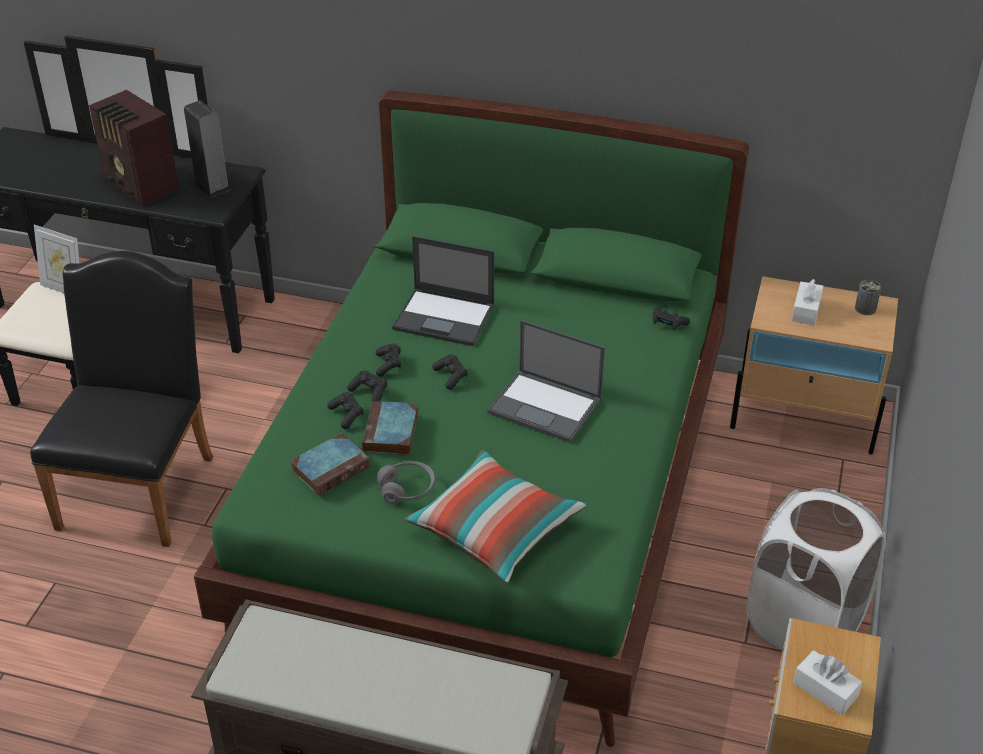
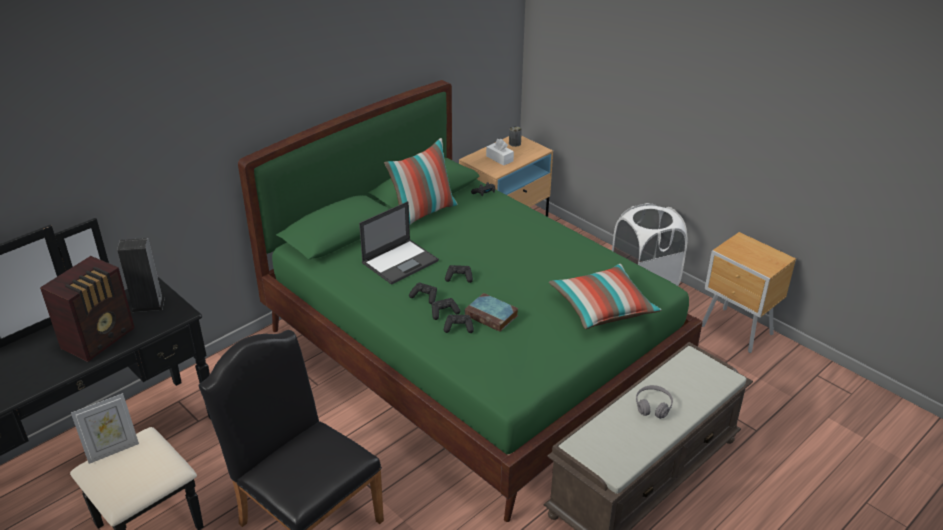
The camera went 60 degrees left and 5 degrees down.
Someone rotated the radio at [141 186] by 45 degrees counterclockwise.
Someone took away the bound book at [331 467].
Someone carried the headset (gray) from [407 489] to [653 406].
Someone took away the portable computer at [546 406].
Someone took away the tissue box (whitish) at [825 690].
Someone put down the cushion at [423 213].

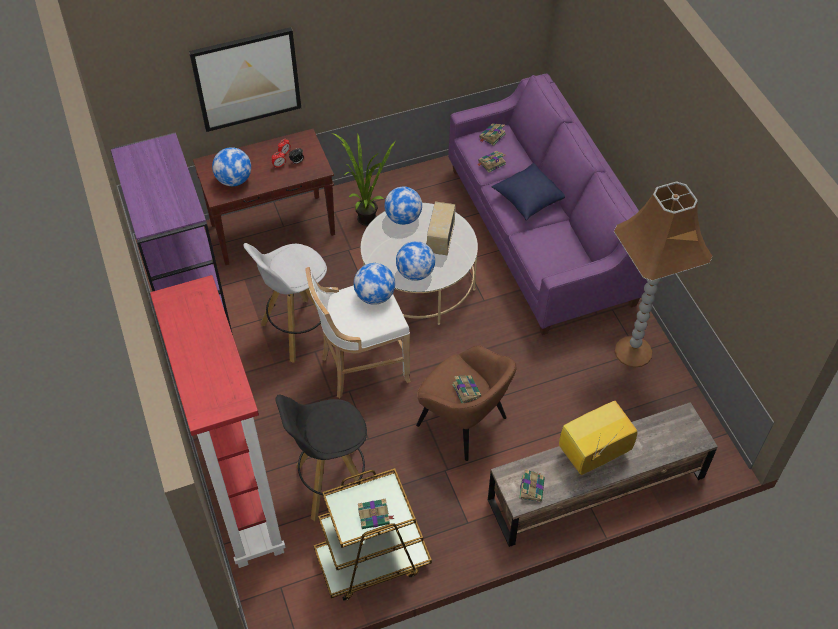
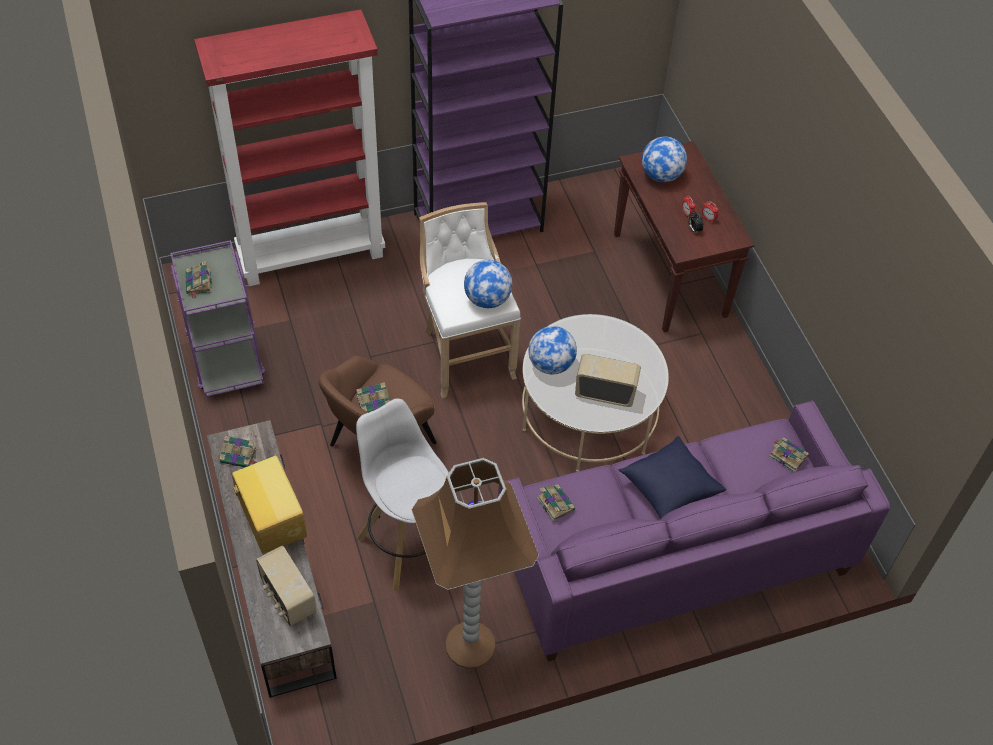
The camera went 90 degrees right and 0 degrees up.
Someone took away the wall picture at [247 79].
Someone carried the stool (whitish) from [298 330] to [407 543].
Someone took away the stool (black-coloured) at [331 484].
Someone repainted the cart (brown-coloured) at [372 561], which became the cart (purple-coloured) at [225 355].
Someone took away the houseplant at [364 216].
Someone took away the globe at [403 218].
Someone carried the bound book from [491 163] to [555 503].
Someone put down the radio at [287 597].

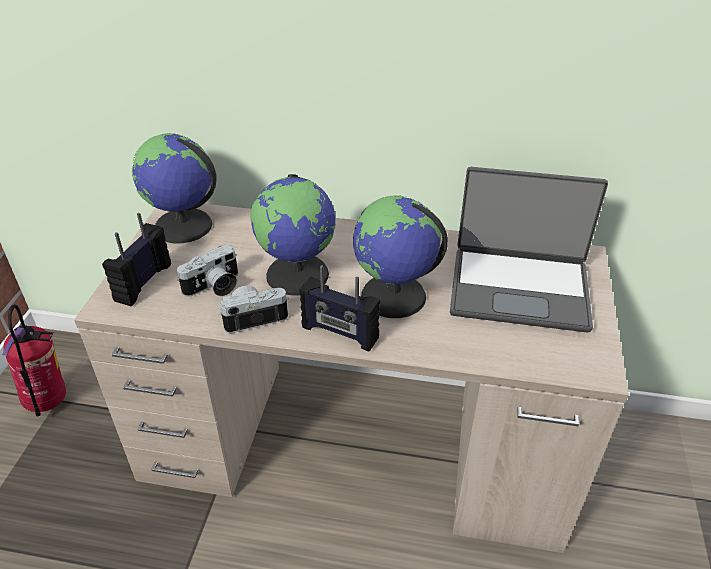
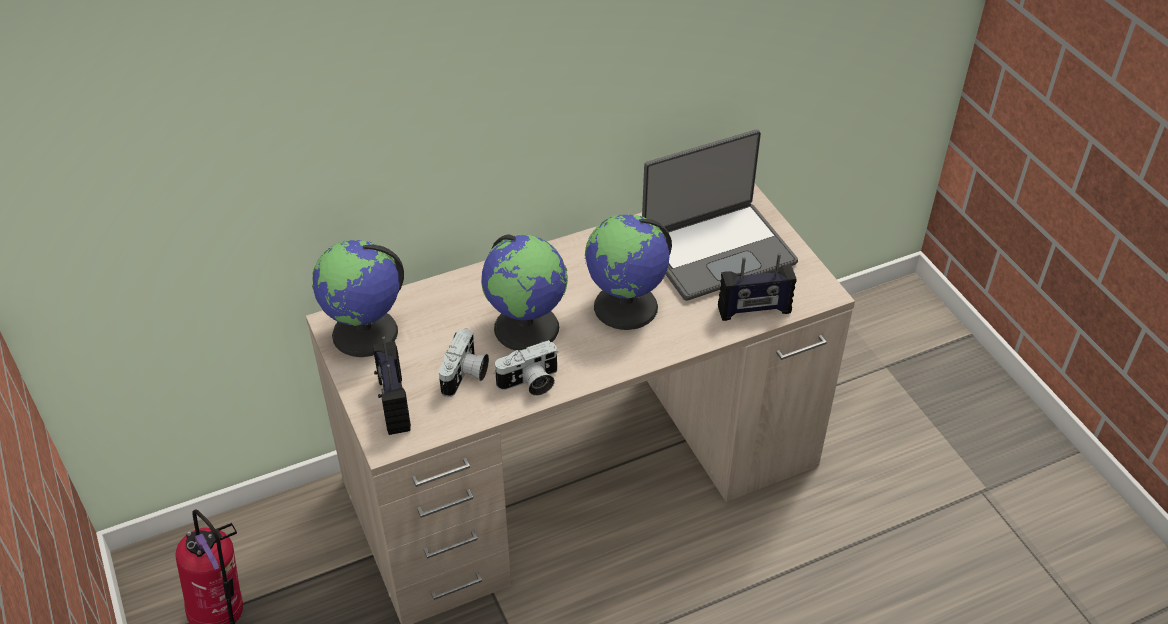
The camera went 35 degrees left and 5 degrees up.
Someone rotated the still camera at [254 316] by 150 degrees counterclockwise.
Someone carried the radio from [339 333] to [754 310].

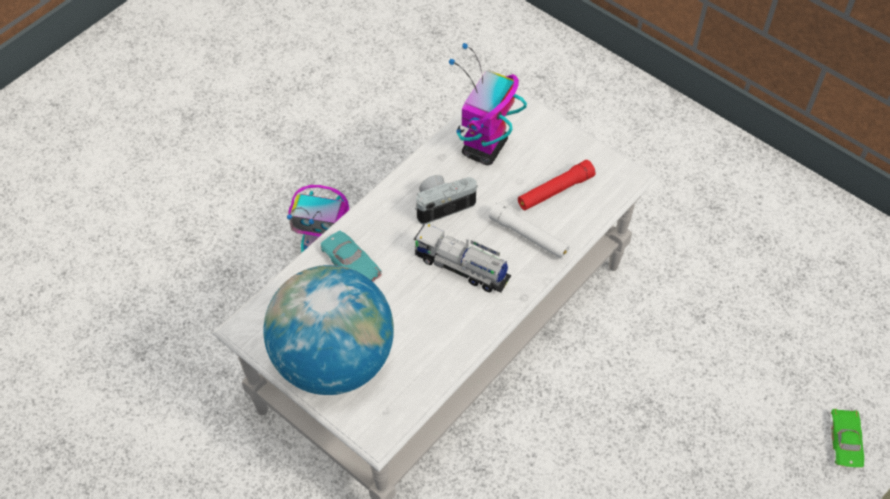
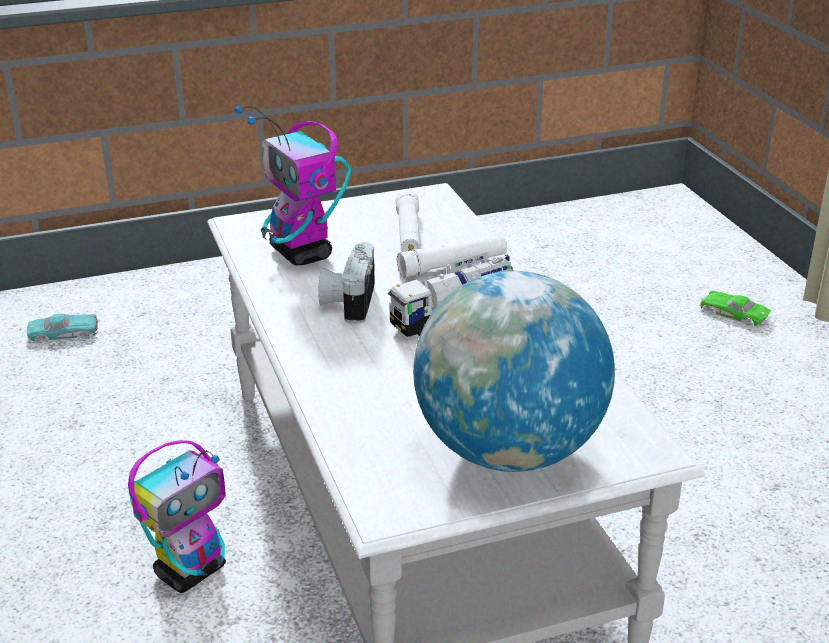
The camera went 60 degrees left and 25 degrees down.
Someone carried the miniature car (turquoise-coloured) from [351 262] to [63 332].
Someone repainted the hand torch (red) at [555 191], which became the hand torch (whitish) at [408 233].

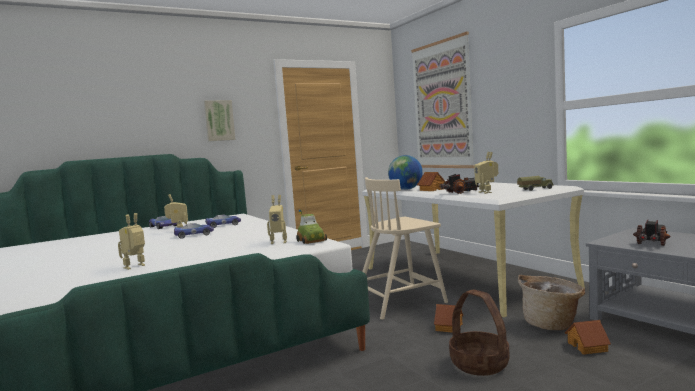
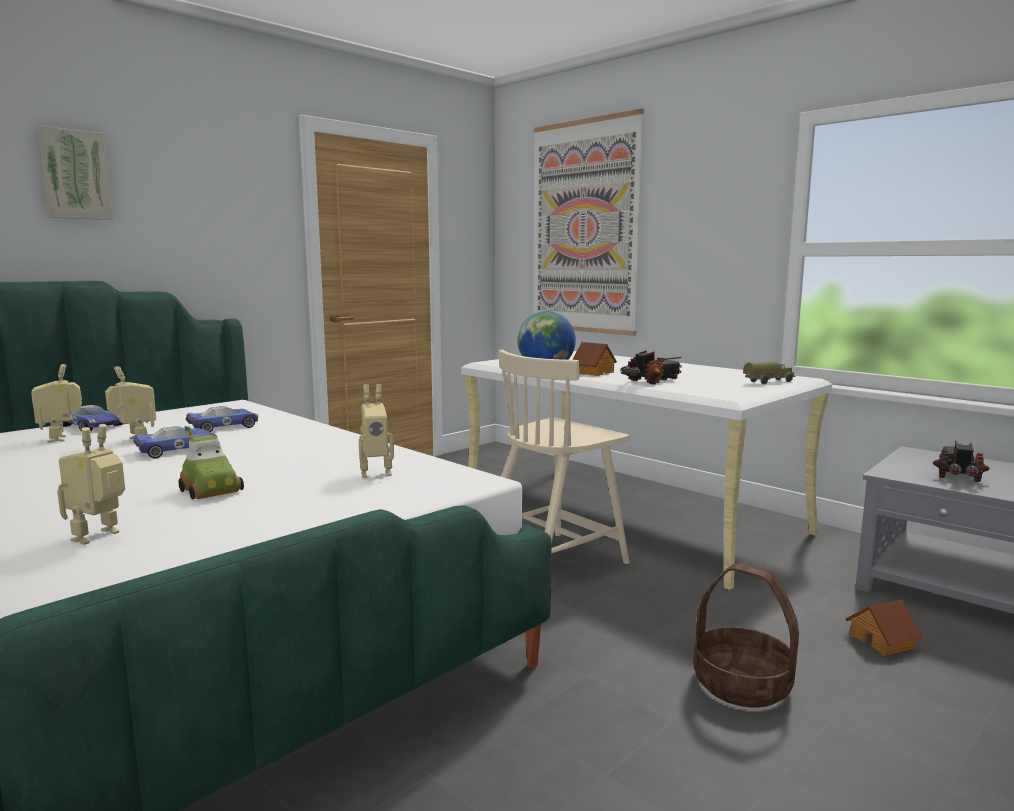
The camera went 15 degrees left and 5 degrees up.
Someone carried the wall picture from [219 120] to [75 175].
Someone carried the miniature car from [312 241] to [213 490].
Someone took away the miniature house at [449 327].
Someone carried the toy robot from [487 192] to [62 439].
Someone took away the basket at [551 324].

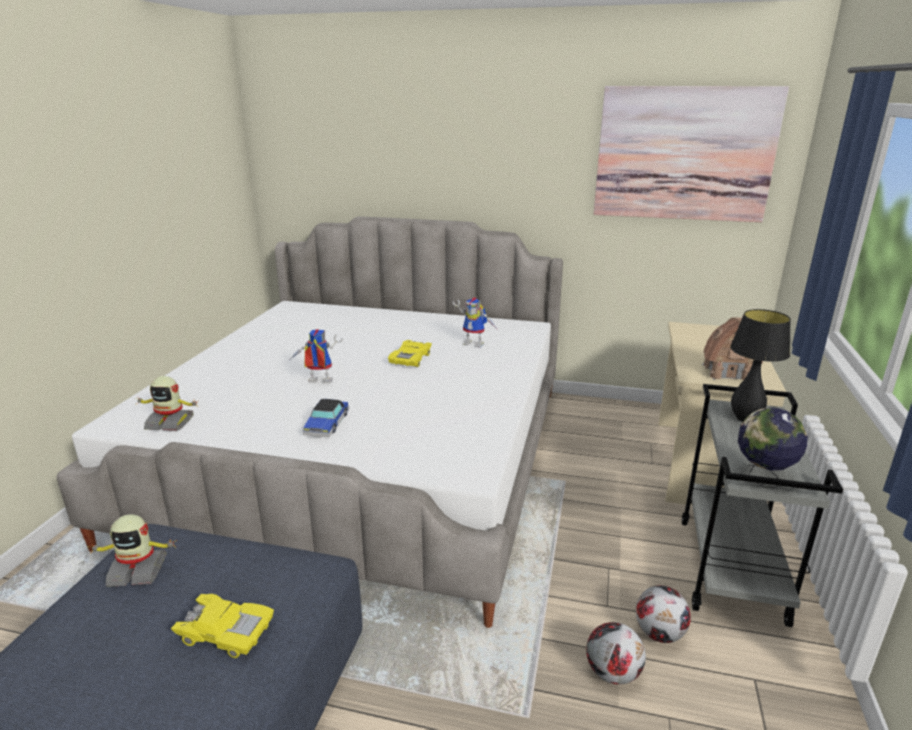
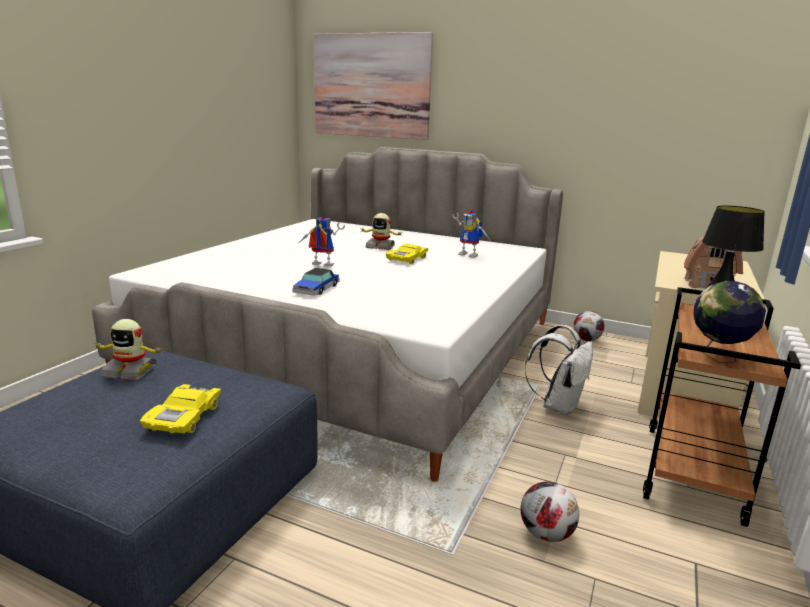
The camera went 10 degrees right and 5 degrees down.
Someone carried the toy robot from [170 422] to [380 247].
Someone rotated the miniature car (yellowish) at [226 632] by 75 degrees clockwise.
Someone carried the wall picture from [684 154] to [371 86].
Someone carried the ball for football from [660 633] to [587 340].
Someone repainted the cart (gray) at [732 570], which became the cart (brown-coloured) at [693 473].
Someone put down the backpack (whitish) at [558 406].

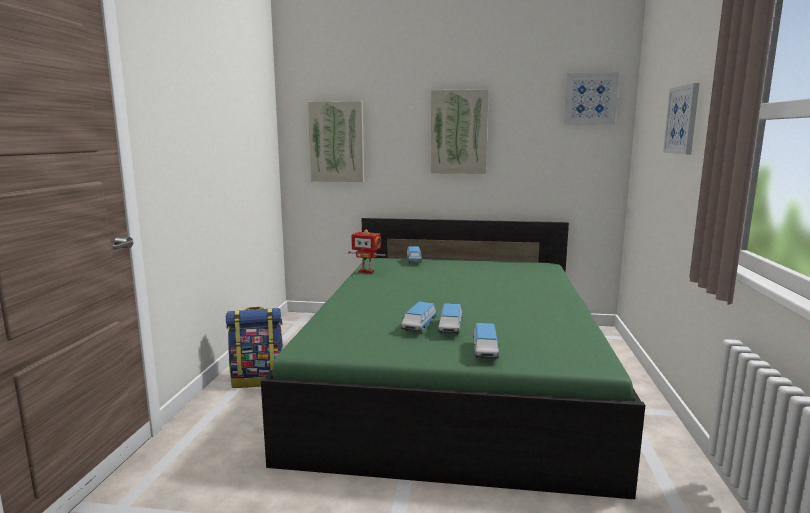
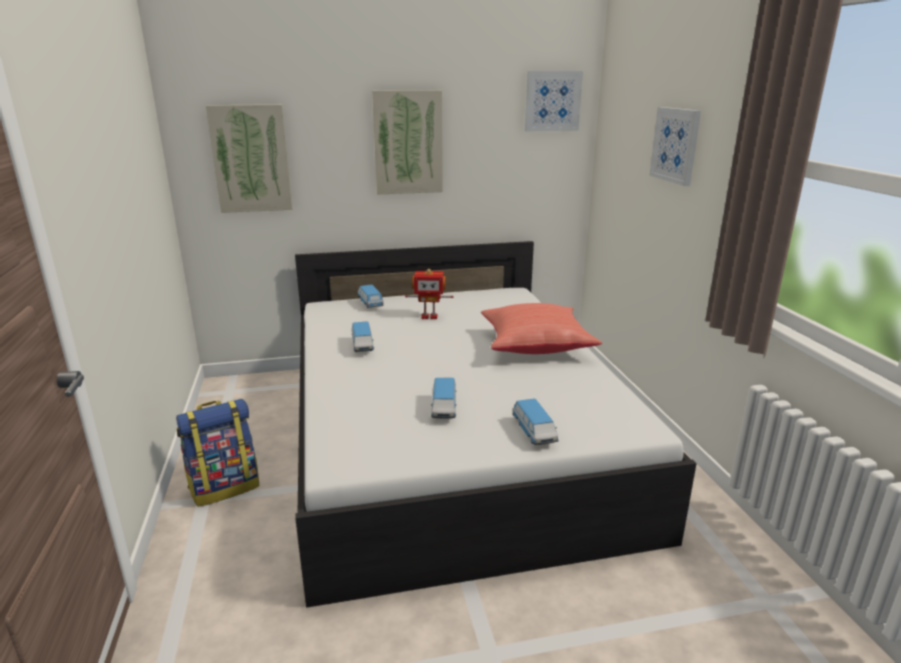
The camera went 20 degrees left and 10 degrees up.
Someone repainted the bedroom bed (green) at [453 377], which became the bedroom bed (whitish) at [450 438].
Someone carried the toy robot from [366 271] to [429 316].
Someone carried the miniature car from [450 329] to [362 346].
Someone put down the cushion (red) at [535 346].

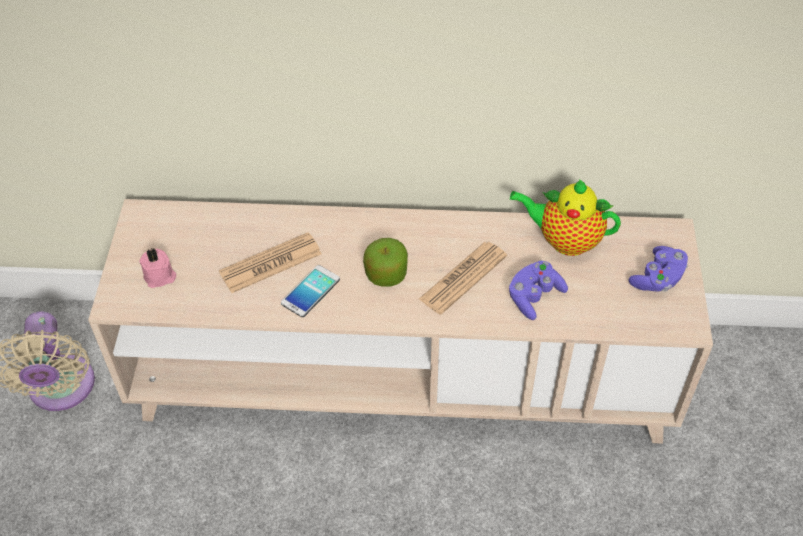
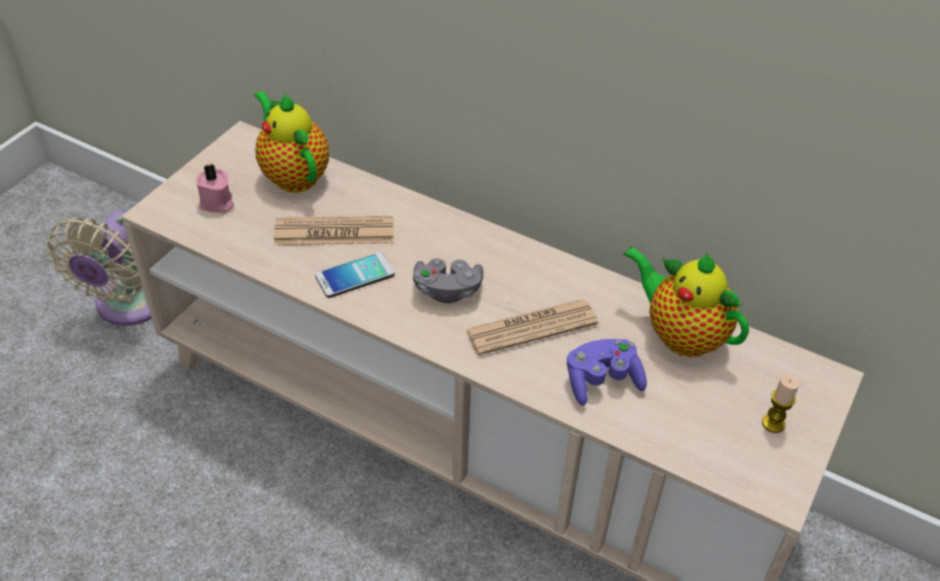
The camera went 25 degrees right and 5 degrees down.
Someone swapped the apple fruit at [386 274] for the game controller (gray) at [447 290].
Someone swapped the game controller (purple-coloured) at [658 278] for the wax light at [773 423].
Someone put down the pot for tea at [293 175].

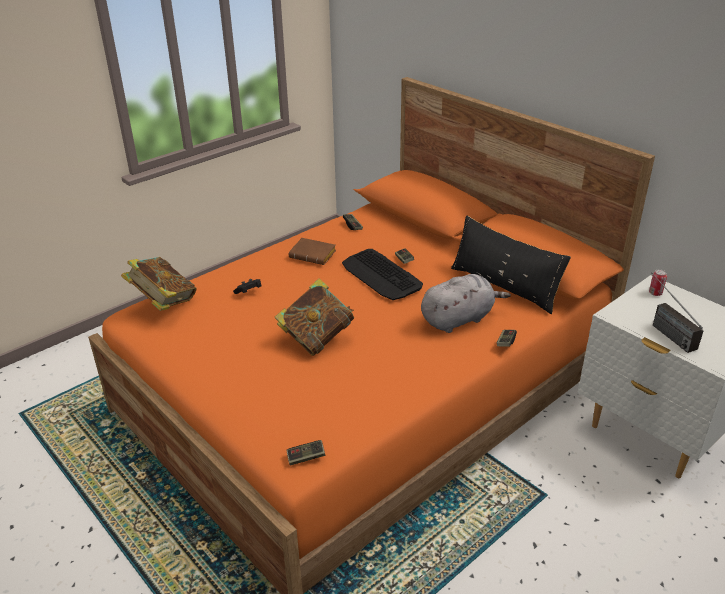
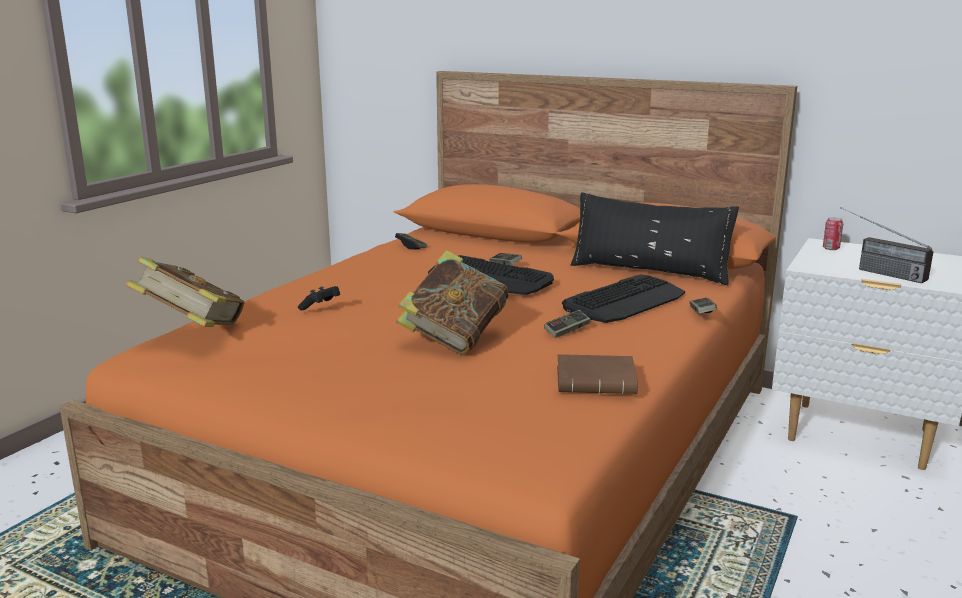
The camera went 20 degrees left and 15 degrees down.
Someone carried the game controller from [306 457] to [567 331].
Someone carried the bound book (brown-coloured) from [314 255] to [598 382].
Someone swapped the plush toy (gray) at [459 319] for the PC keyboard at [625 301].

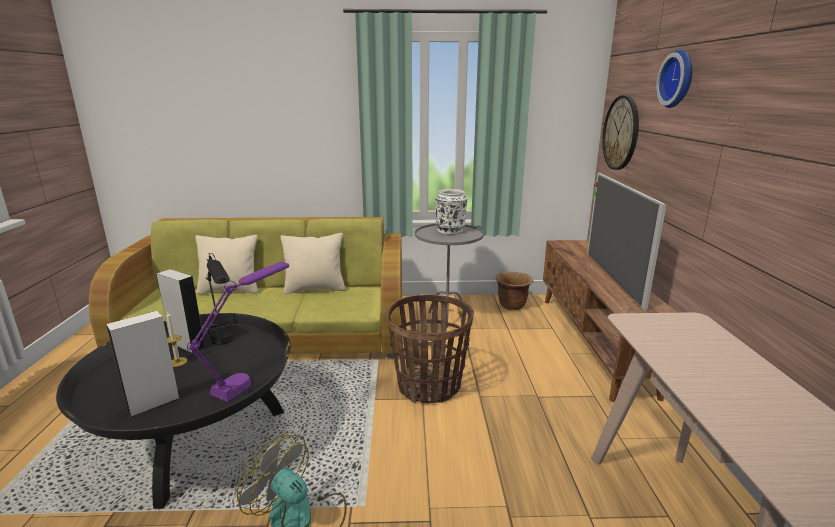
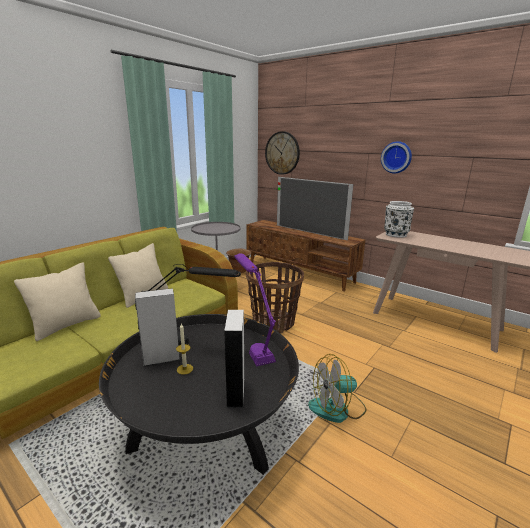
The camera went 50 degrees left and 0 degrees up.
Someone carried the flower vase (whitish) from [450 230] to [395 234].
Someone carried the wall clock from [679 79] to [396 157].

